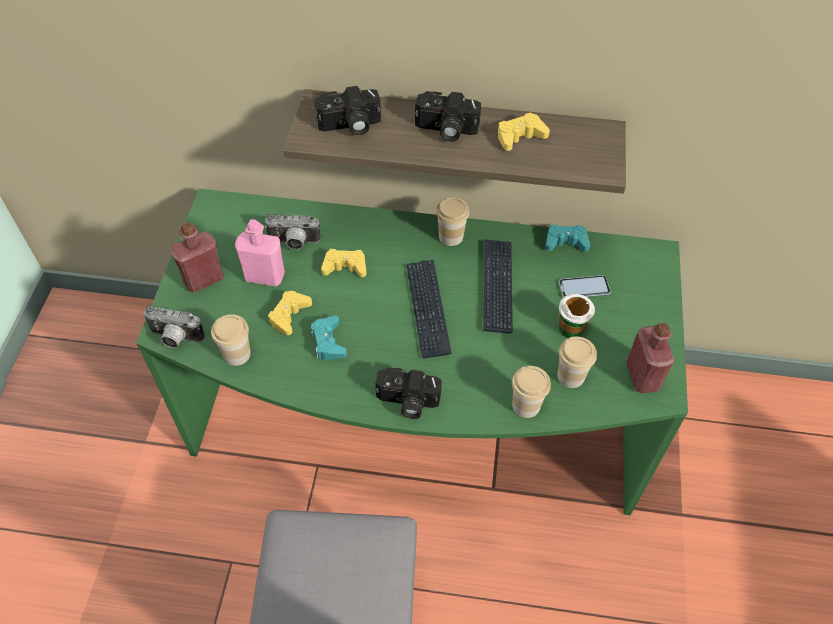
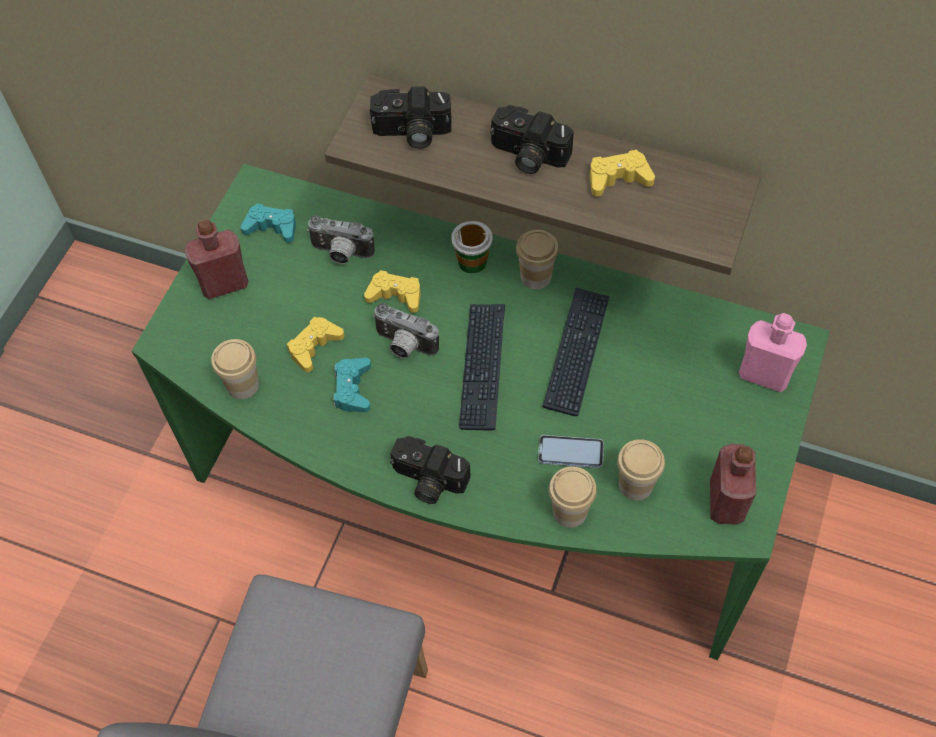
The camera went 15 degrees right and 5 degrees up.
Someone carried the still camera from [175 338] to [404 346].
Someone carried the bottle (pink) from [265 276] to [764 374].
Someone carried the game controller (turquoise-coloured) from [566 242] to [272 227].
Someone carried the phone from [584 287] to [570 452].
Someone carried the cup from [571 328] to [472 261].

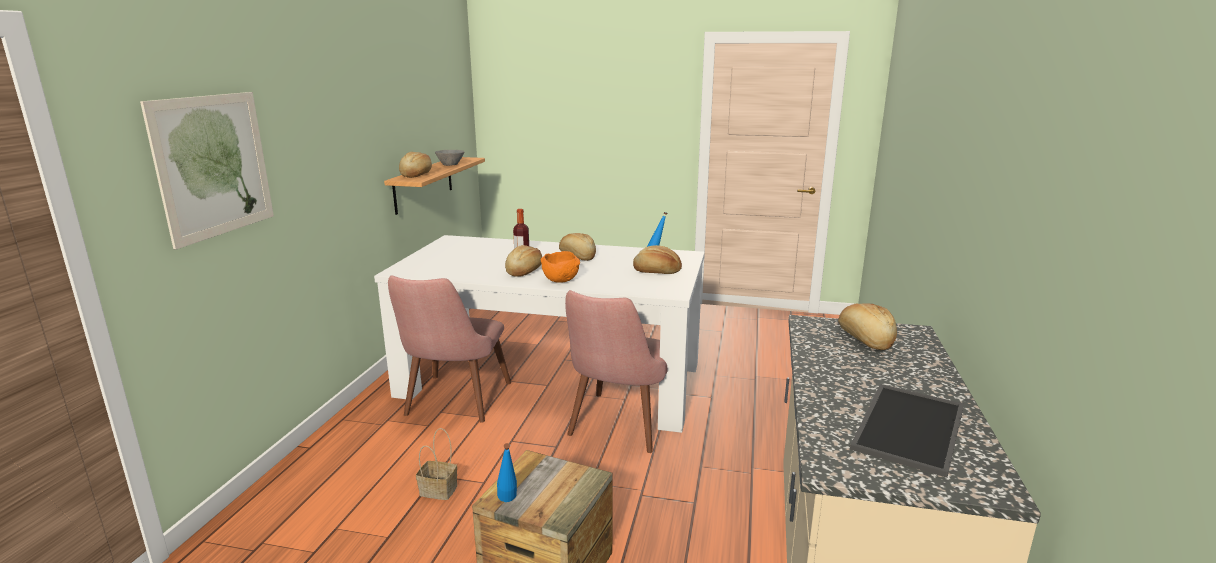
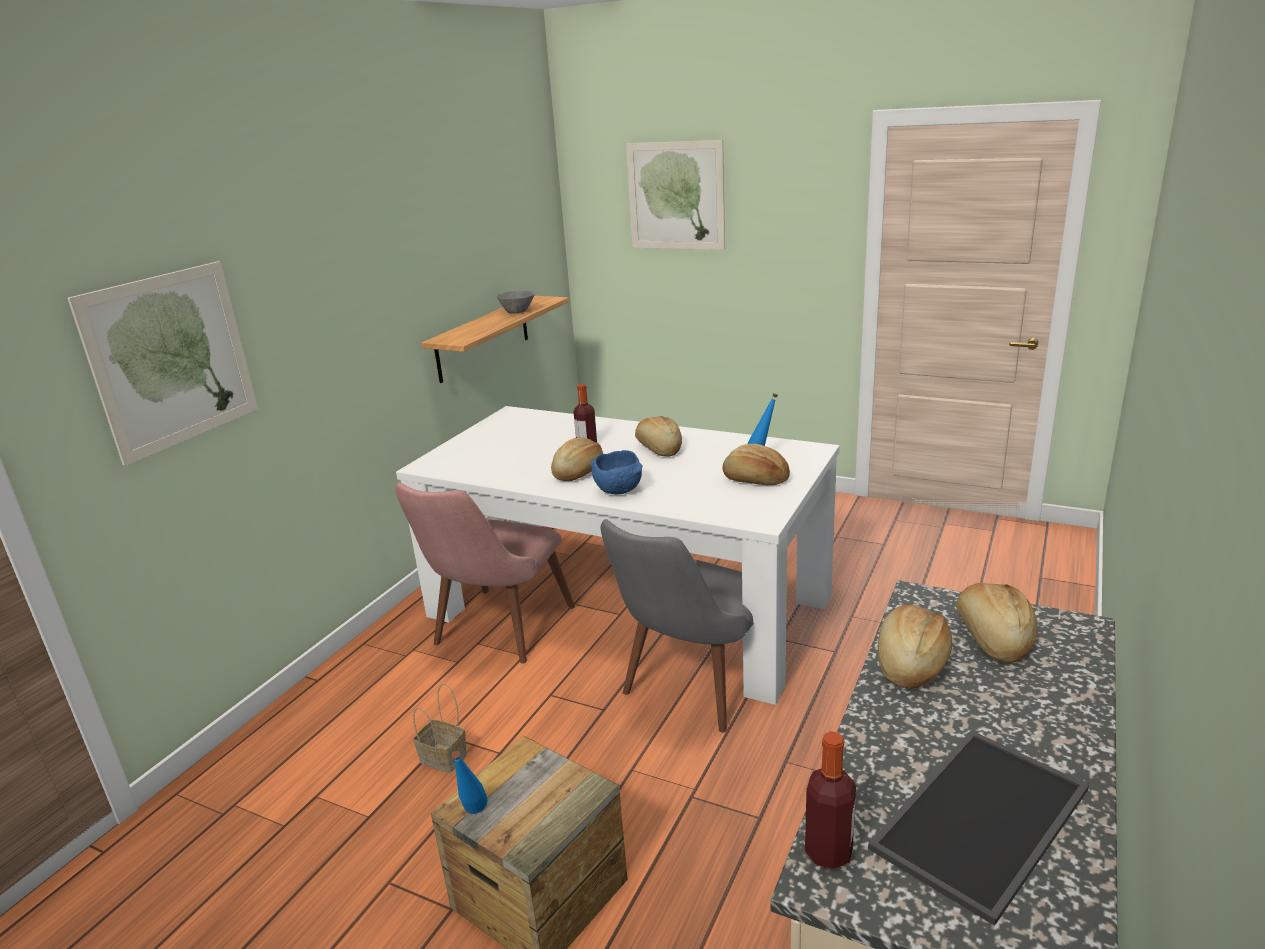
The camera went 15 degrees right and 5 degrees up.
Someone carried the baked bread from [416 175] to [910 662].
Someone repainted the bowl (orange) at [561 281], which became the bowl (bluish) at [620 491].
Someone repainted the upright chair (pink) at [618 429], which became the upright chair (gray) at [691 691].
Someone put up the wall picture at [676 196].
Someone put down the bottle at [828 853].

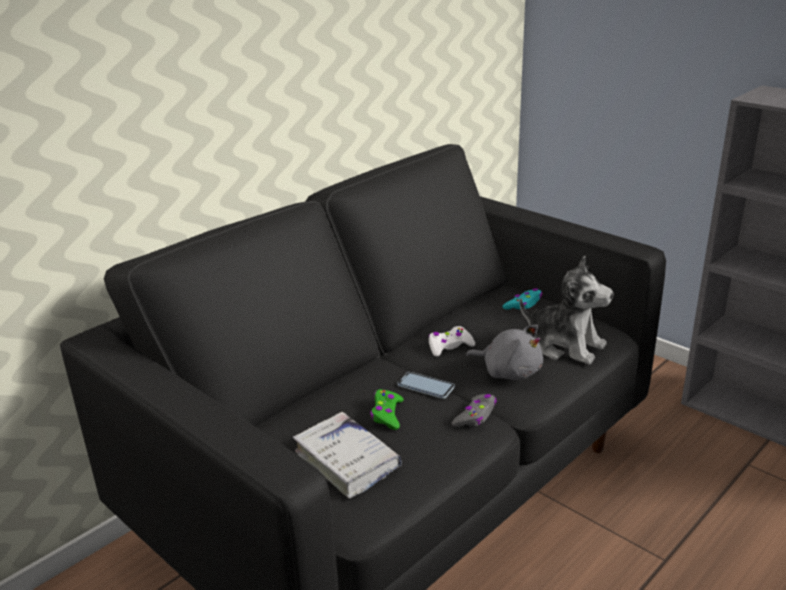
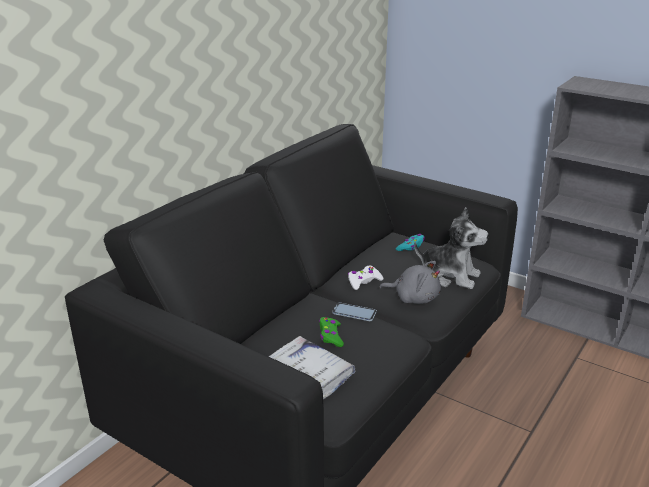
The camera went 10 degrees left and 0 degrees up.
Someone took away the game controller (gray) at [475 416].

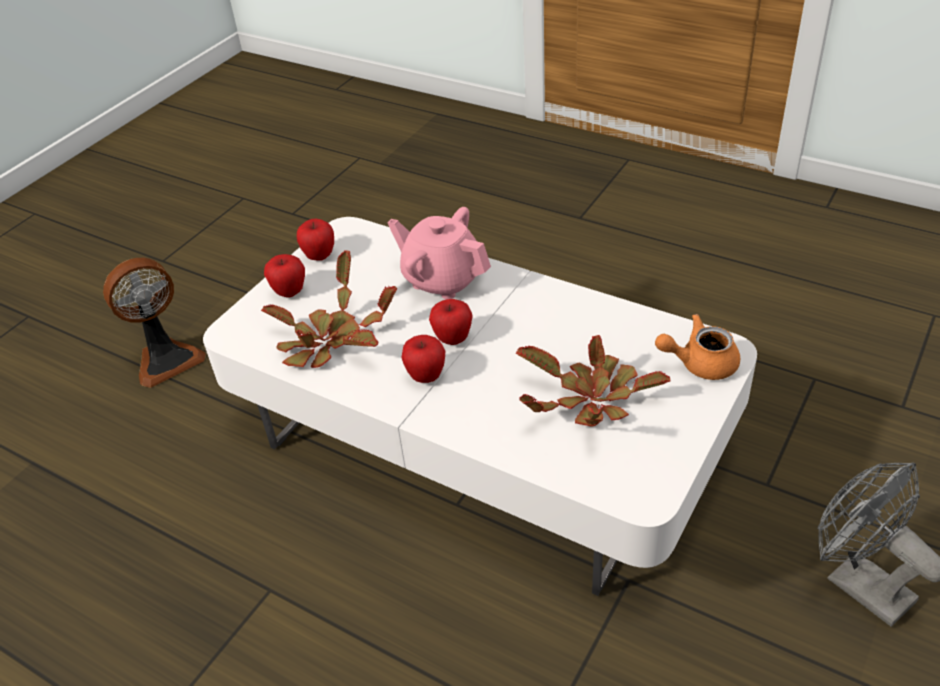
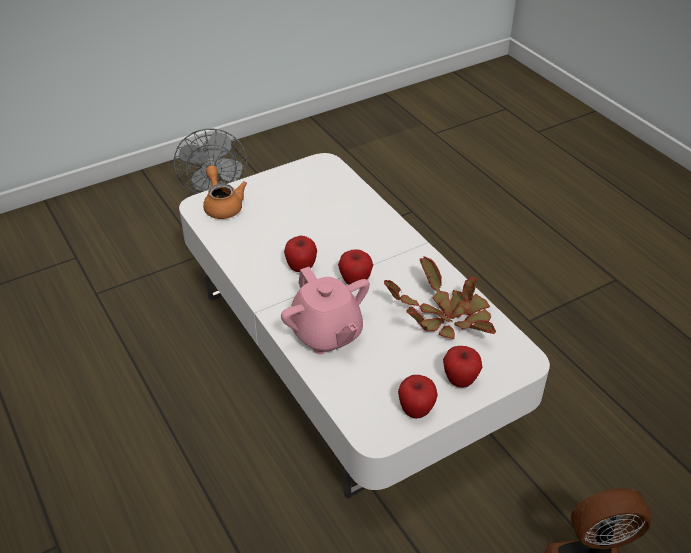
The camera went 155 degrees left and 0 degrees up.
Someone carried the apple fruit from [426 376] to [301 268].
Someone took away the houseplant at [590 400].
Someone rotated the pot for tea (orange) at [699 363] by 135 degrees counterclockwise.

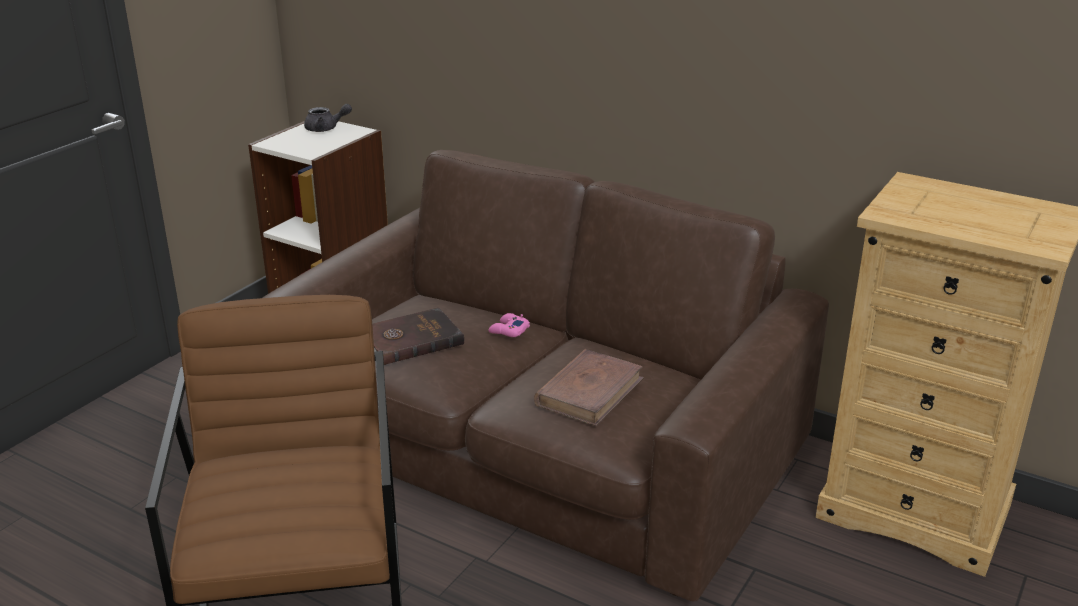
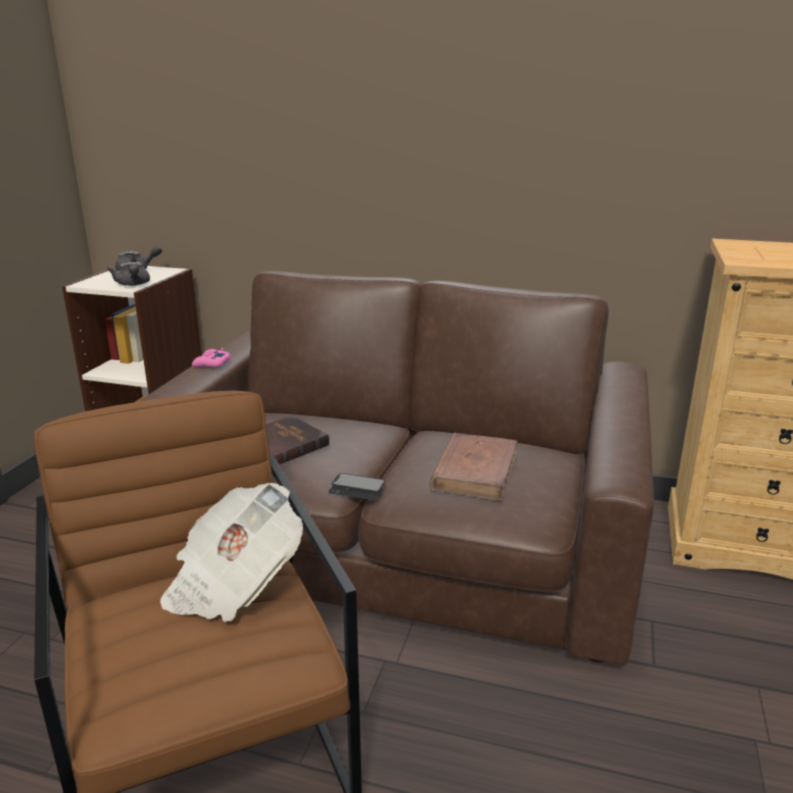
The camera went 15 degrees left and 5 degrees down.
Someone carried the game controller (pink) from [508 330] to [211 364].
Someone put down the pot for tea (gray) at [133 284].
Someone put down the daily paper at [233 582].
Someone put down the phone at [357 488].

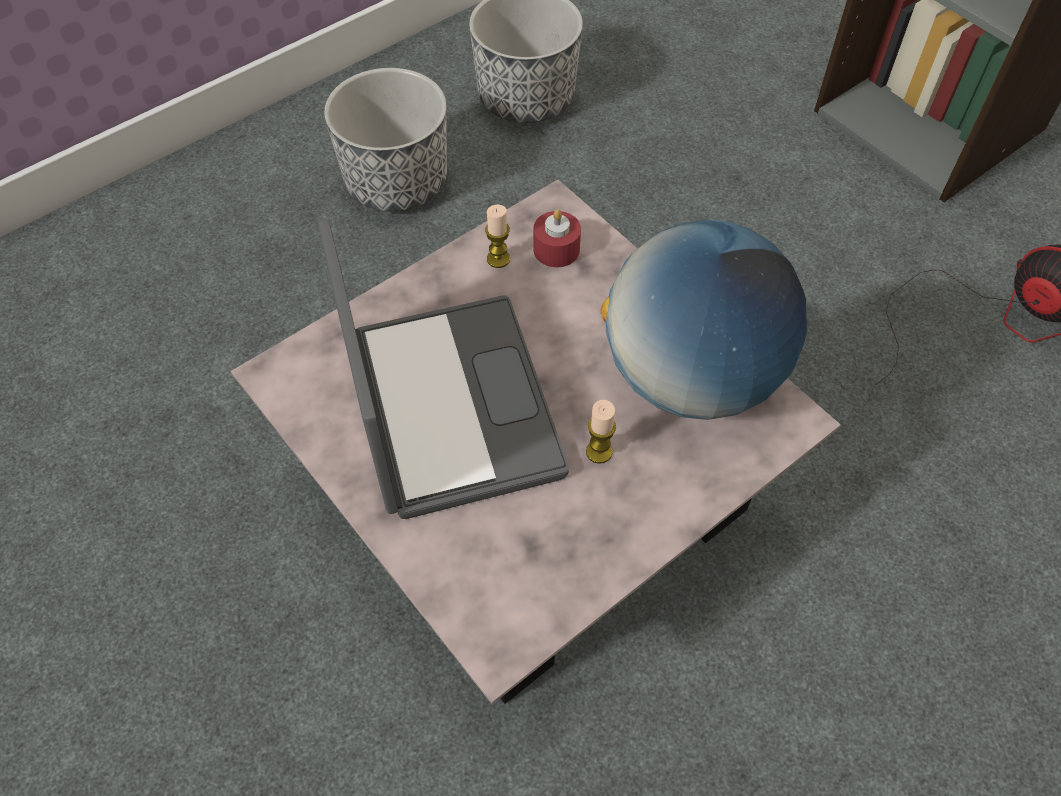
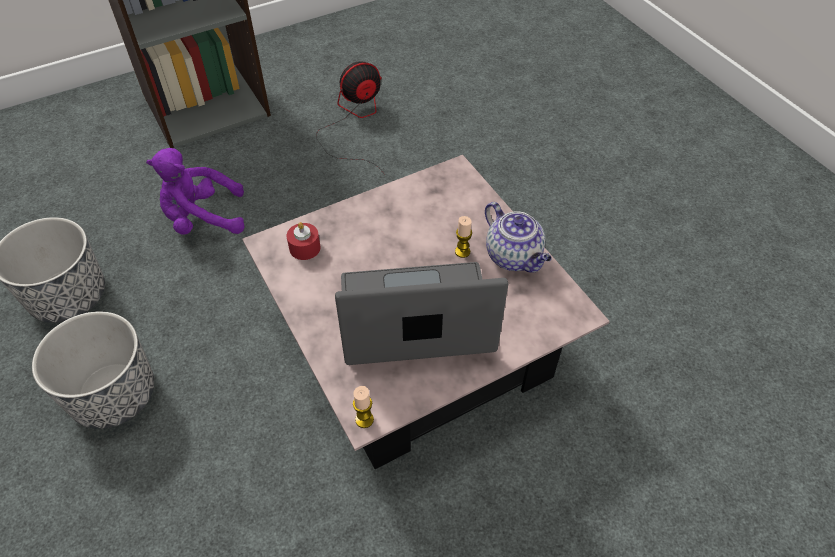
The camera went 80 degrees left and 5 degrees down.
Someone carried the wax light from [498 259] to [364 419].
Someone took away the globe at [691 377].
Someone put down the plush toy (purple-coloured) at [202 219].
Someone put down the pot for tea at [514 257].

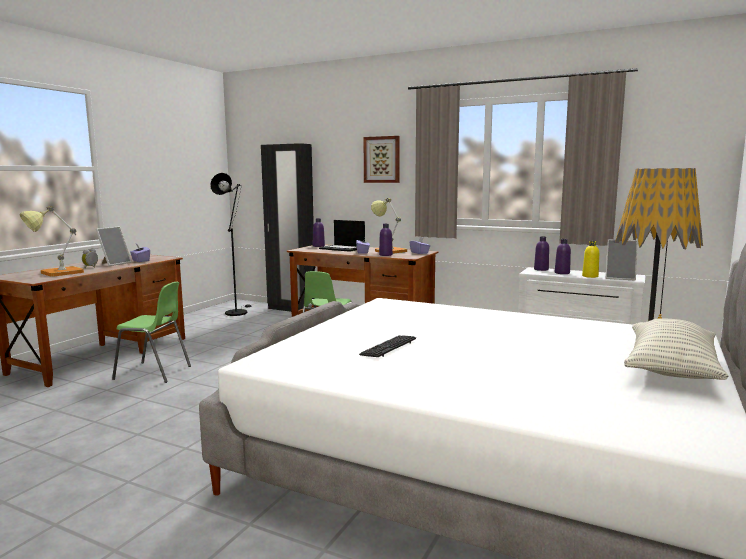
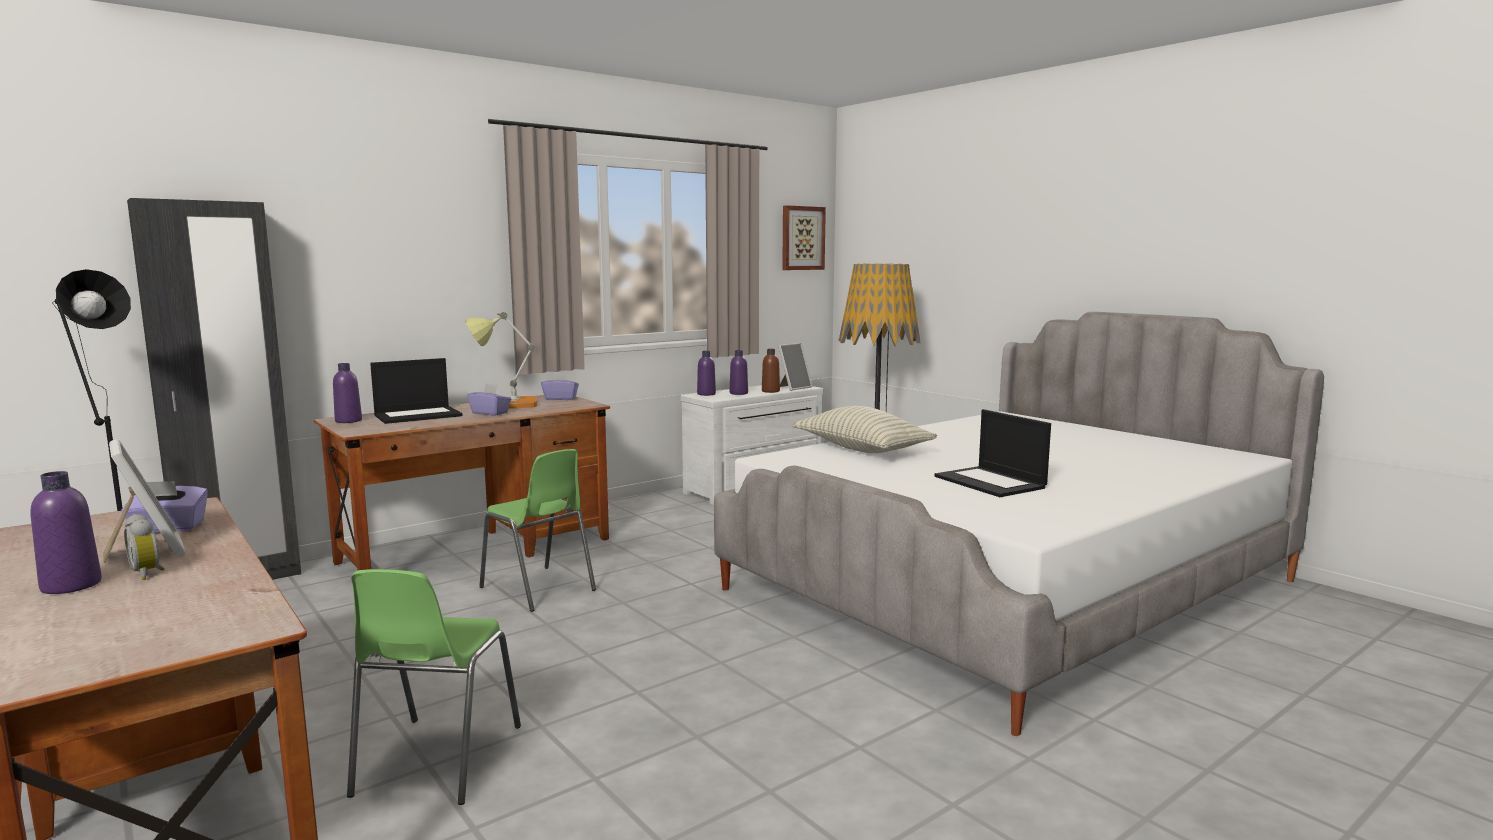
The camera went 65 degrees left and 0 degrees up.
Someone took away the tabletop lamp at [56 273].
Someone rotated the upright chair (green) at [153 373] by 150 degrees clockwise.
Someone swapped the PC keyboard at [388 347] for the portable computer at [991 482].
Someone carried the wall picture from [382 159] to [802 238].
Someone carried the bottle (purple-coloured) from [385 255] to [71 585].
Someone repainted the bottle (yellowish) at [590 276], which became the bottle (brown-coloured) at [770 391].
Someone carried the cushion from [671 369] to [861 449].

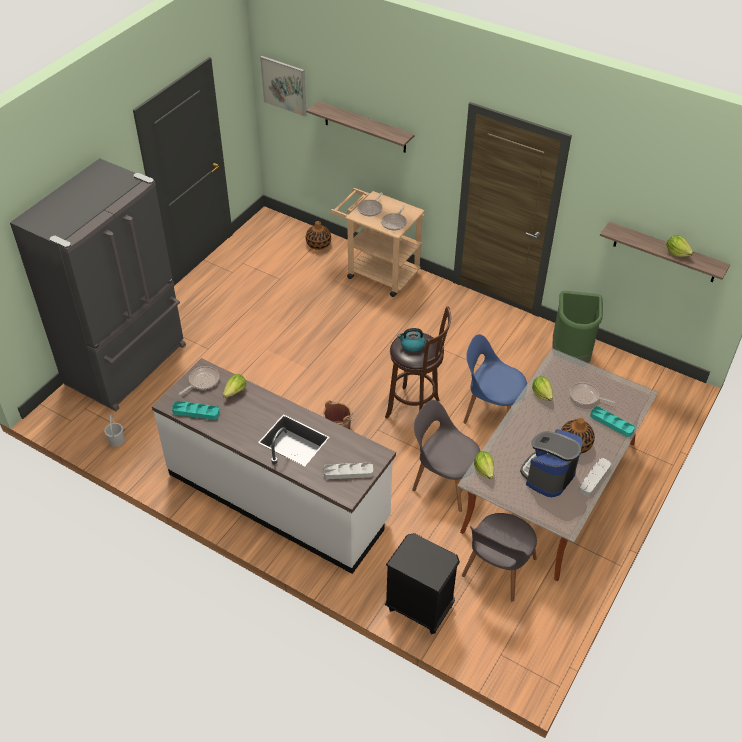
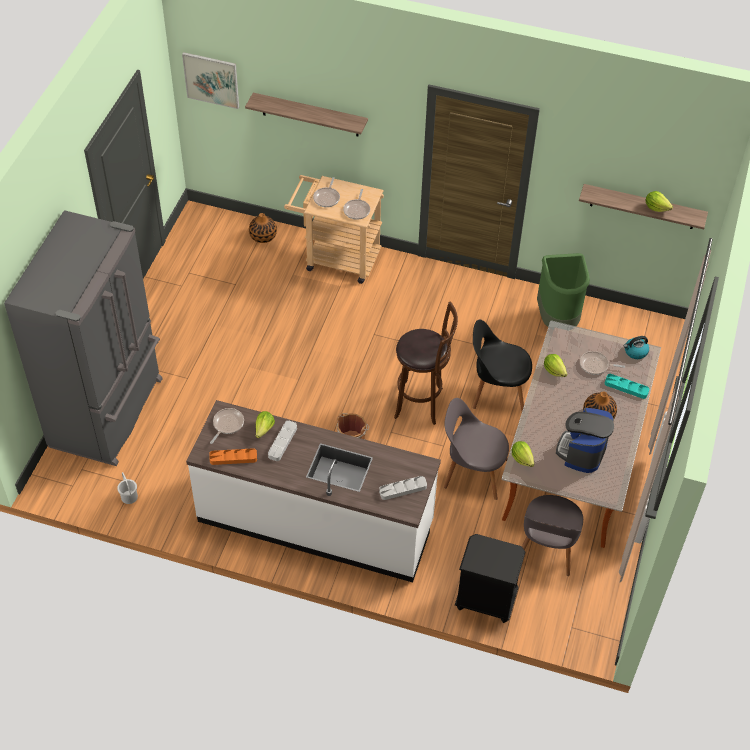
The camera went 15 degrees left and 5 degrees up.
Someone repainted the carrying tray (turquoise-coloured) at [196 412], which became the carrying tray (orange) at [233 458].
Someone carried the kettle from [412 345] to [635 352].
Someone repainted the upright chair (bluish) at [491 411], which became the upright chair (black-coloured) at [497 391].
Someone carried the carrying tray (gray) from [594 478] to [282 442].

